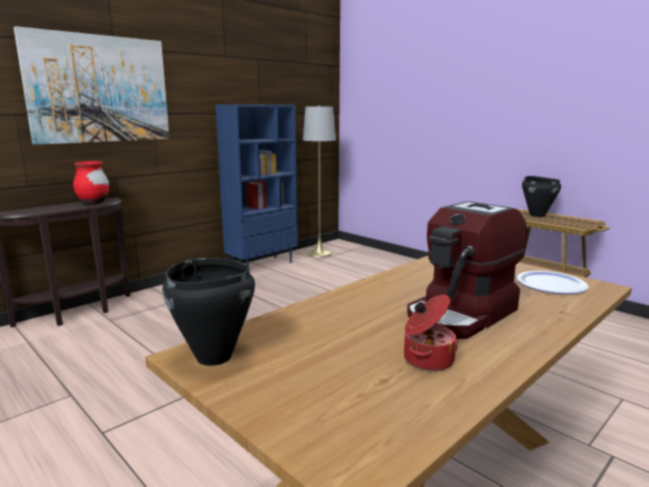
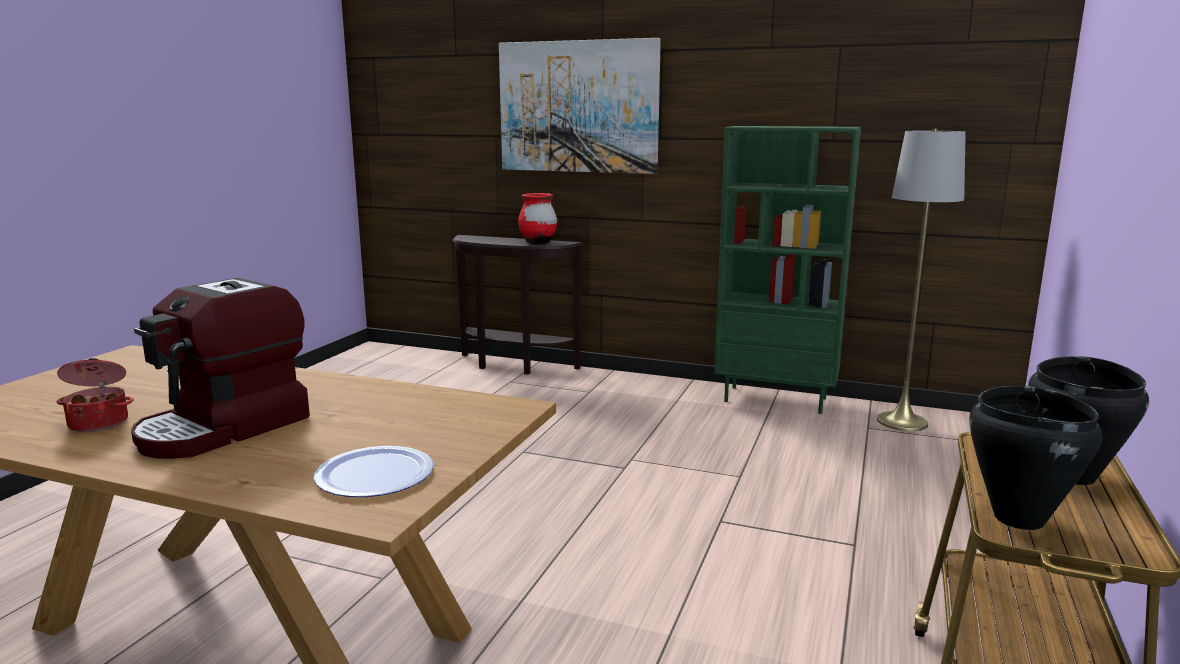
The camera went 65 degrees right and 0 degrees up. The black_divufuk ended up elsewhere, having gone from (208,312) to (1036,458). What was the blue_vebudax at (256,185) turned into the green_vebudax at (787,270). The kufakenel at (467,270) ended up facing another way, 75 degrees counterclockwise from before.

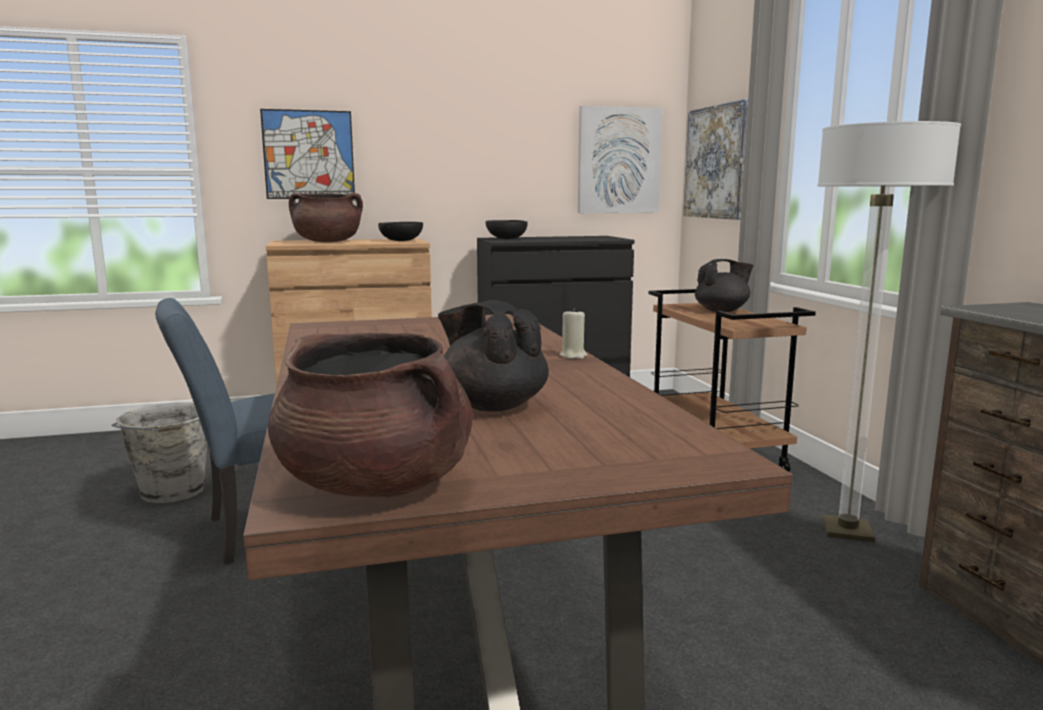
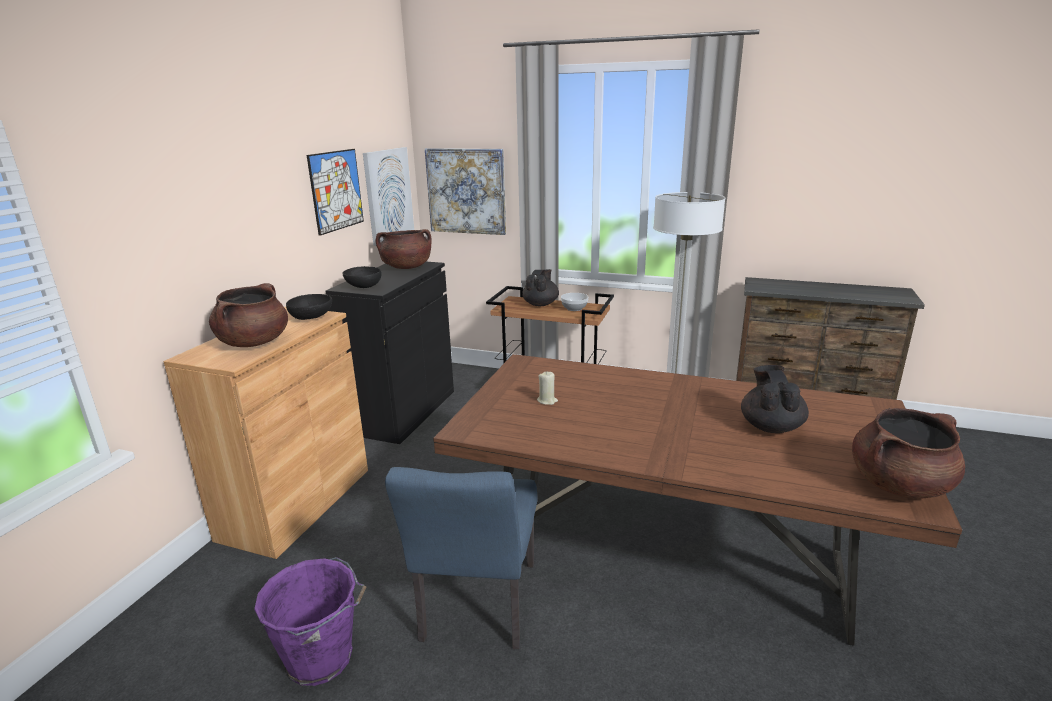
The camera went 55 degrees left and 10 degrees up. What was the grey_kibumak at (159,453) turned into the purple_kibumak at (310,621). The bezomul ended up elsewhere, having gone from (307,154) to (335,192). The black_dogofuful at (493,355) ended up facing another way, 105 degrees clockwise from before. The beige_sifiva ended up elsewhere, having gone from (573,333) to (547,388). The second view gained the brown_divufuk at (404,249). The second view gained the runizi at (574,302).

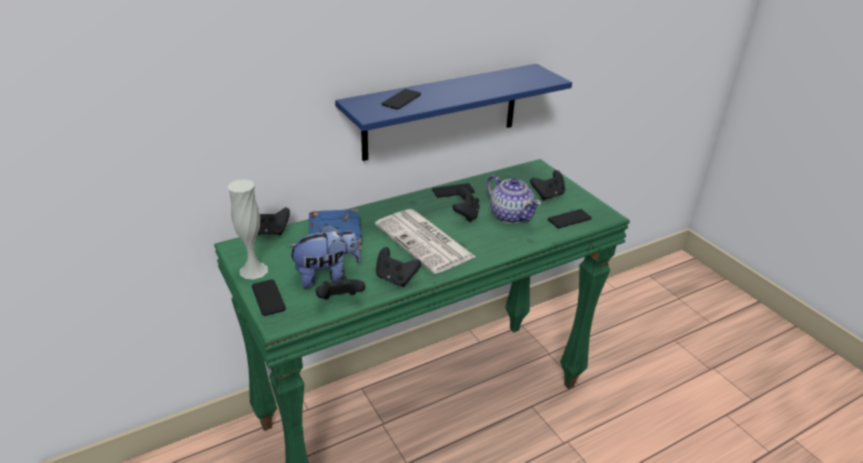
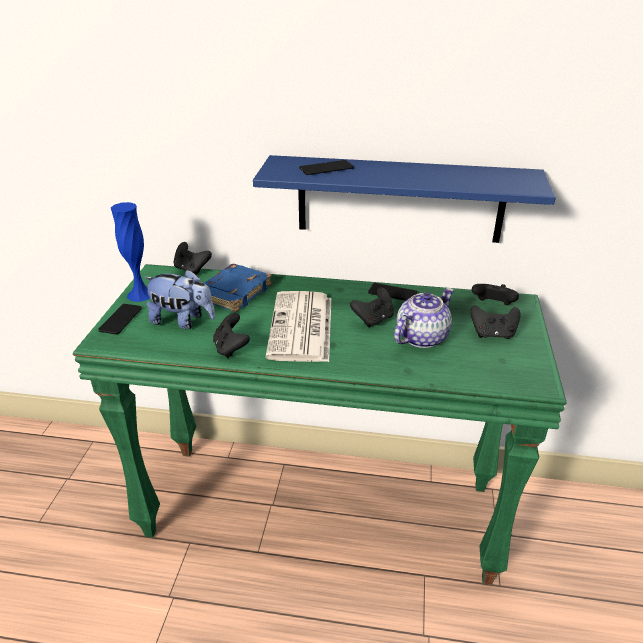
The camera went 40 degrees right and 0 degrees up. What was the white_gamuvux at (247,229) turned into the blue_gamuvux at (130,252). The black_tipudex ended up elsewhere, having gone from (340,287) to (495,294). The dogofuful at (514,199) ended up facing another way, 135 degrees counterclockwise from before. The second view lost the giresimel at (570,218).

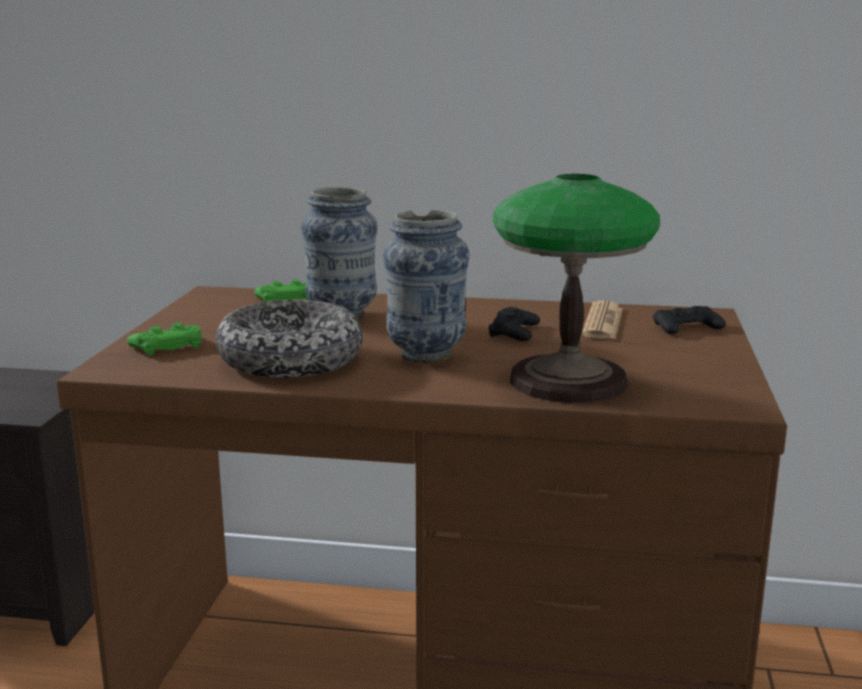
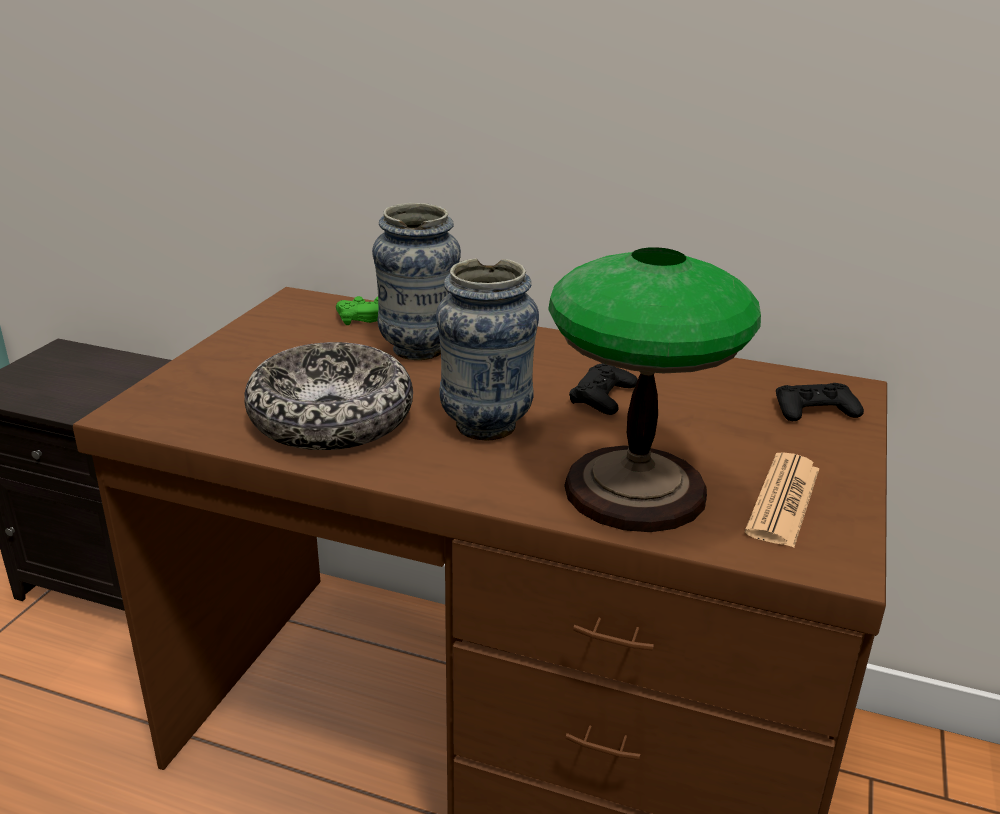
The camera went 10 degrees right and 10 degrees up. The second view lost the green_tipudex at (164,339). The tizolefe ended up elsewhere, having gone from (602,319) to (782,500).

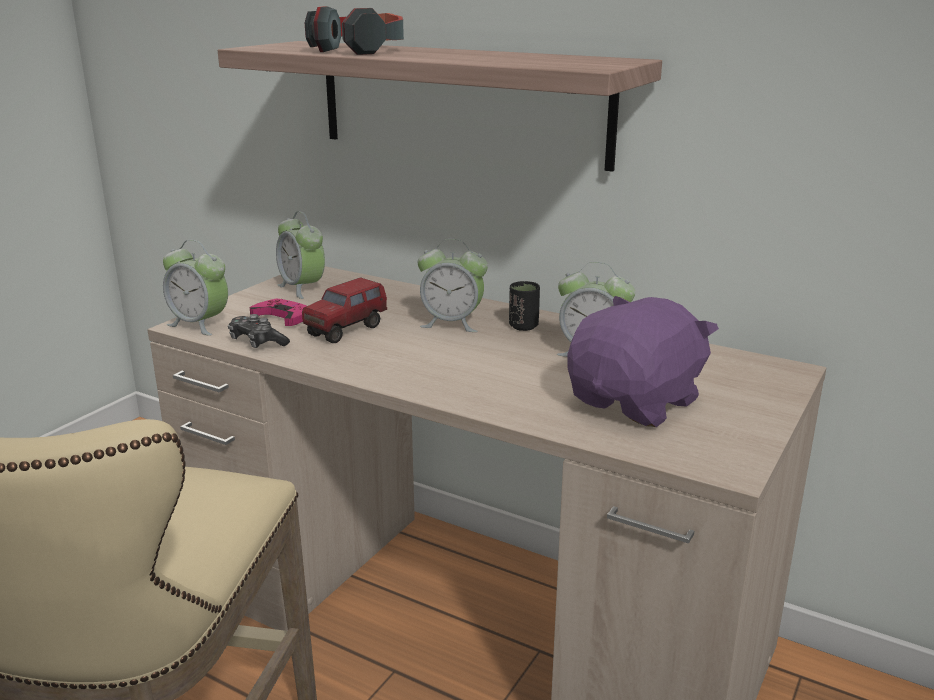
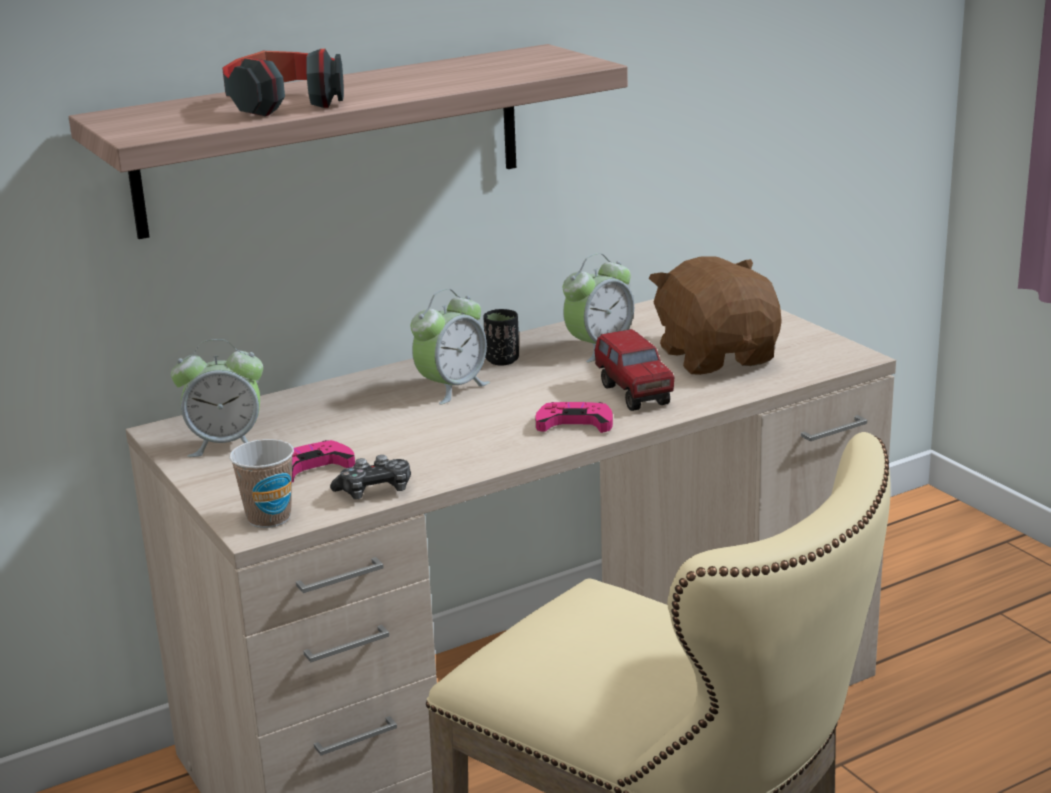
The camera went 60 degrees left and 0 degrees up. Where the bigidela stood at (195,288), the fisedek came to stand at (261,483). The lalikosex ended up elsewhere, having gone from (344,310) to (634,370). What was the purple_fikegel at (643,361) turned into the brown_fikegel at (715,315). The second view gained the pink_tipudex at (574,417).

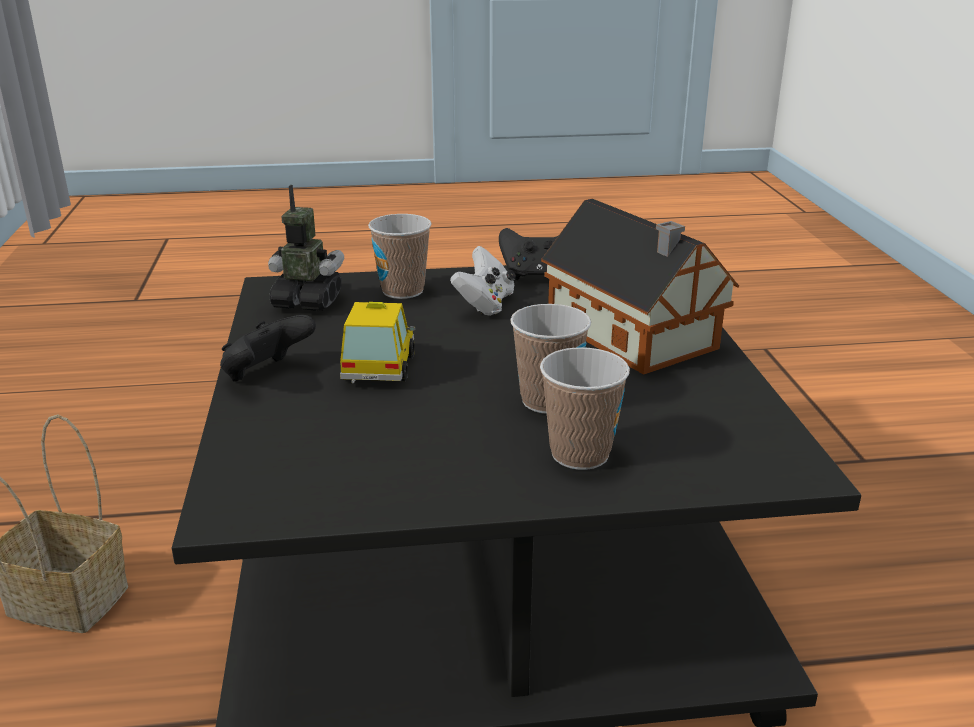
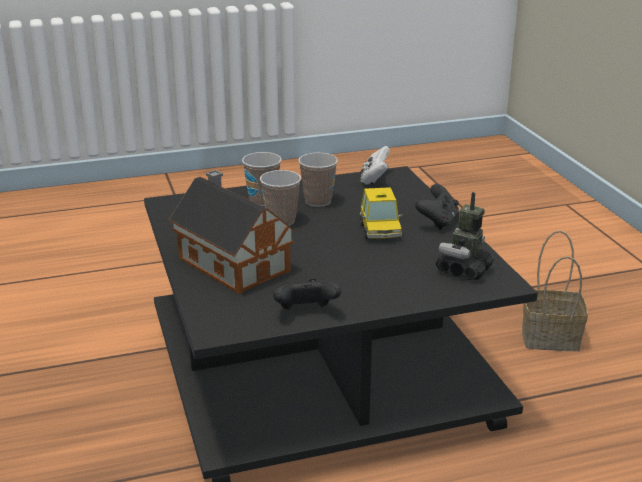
The camera went 170 degrees right and 0 degrees up. The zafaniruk at (306,248) ended up facing another way, 120 degrees clockwise from before. The fisedek ended up elsewhere, having gone from (400,256) to (318,180). The white_tipudex ended up elsewhere, having gone from (483,281) to (375,165).

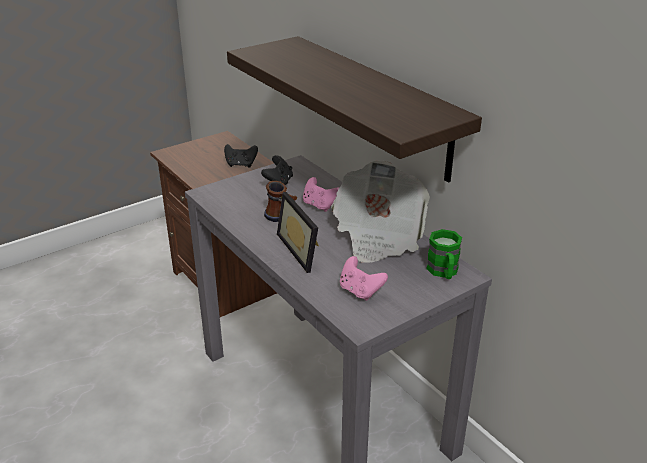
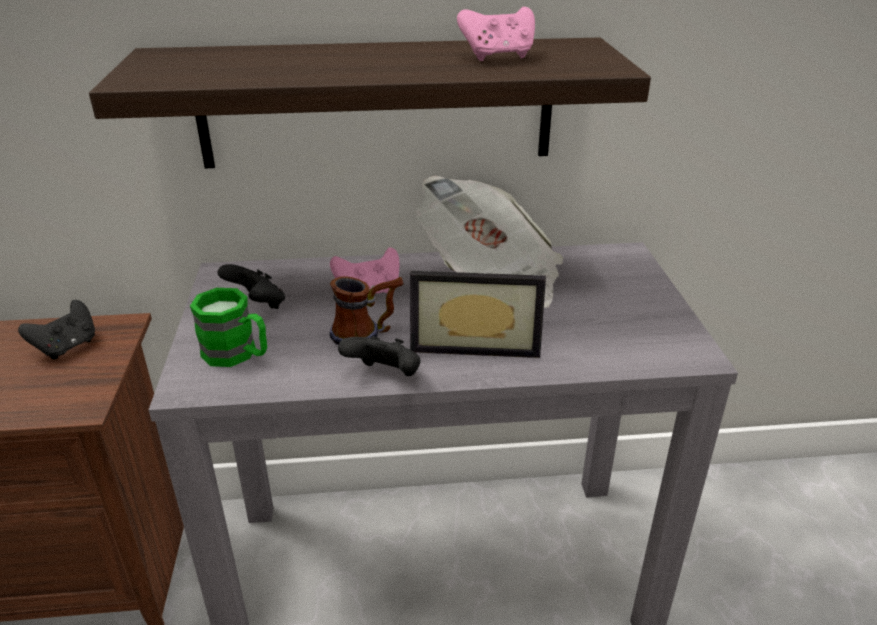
The camera went 60 degrees left and 0 degrees up. The pink_tipudex ended up elsewhere, having gone from (364,278) to (496,33). The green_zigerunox ended up elsewhere, having gone from (444,254) to (228,327). The second view gained the black_tipudex at (379,356).

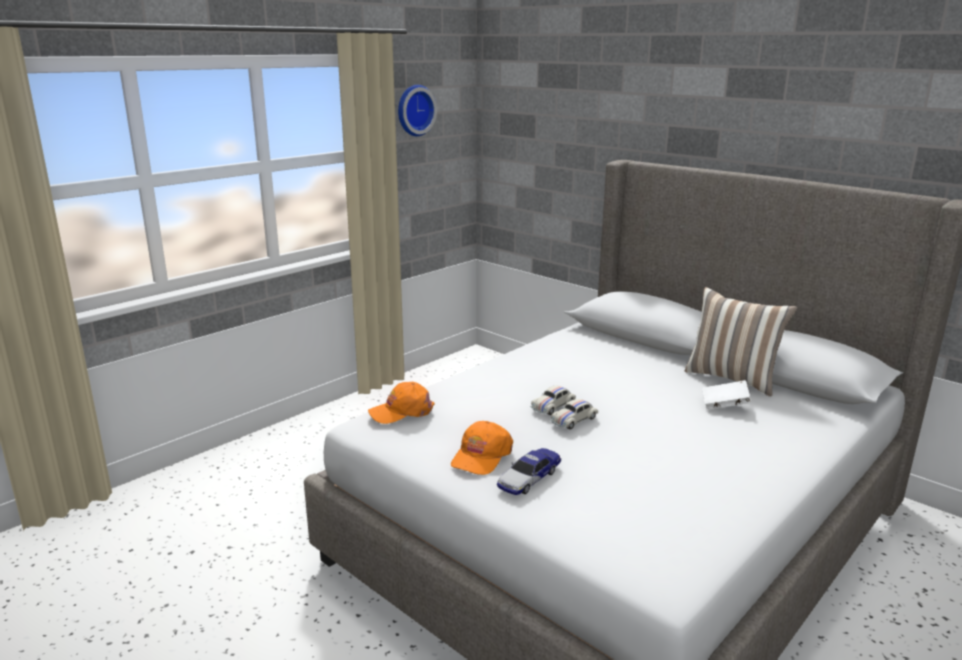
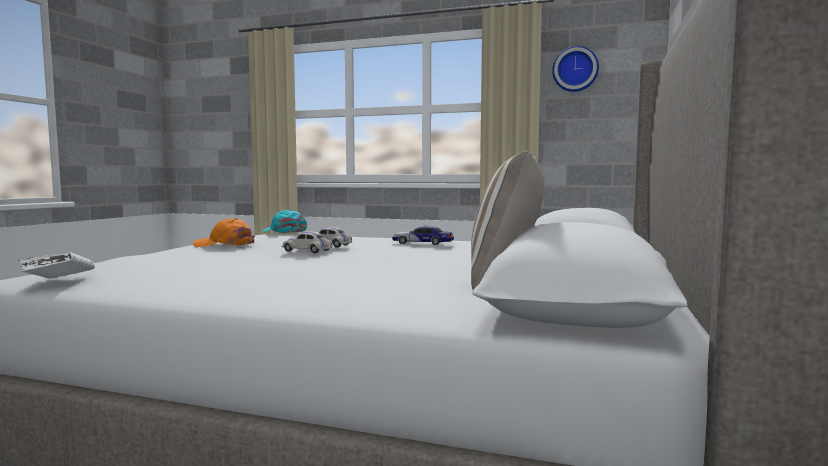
The camera went 65 degrees right and 15 degrees down. What was the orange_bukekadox at (401,403) turned into the turquoise_bukekadox at (284,221). The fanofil ended up elsewhere, having gone from (529,471) to (423,235). The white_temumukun ended up elsewhere, having gone from (726,395) to (56,265).

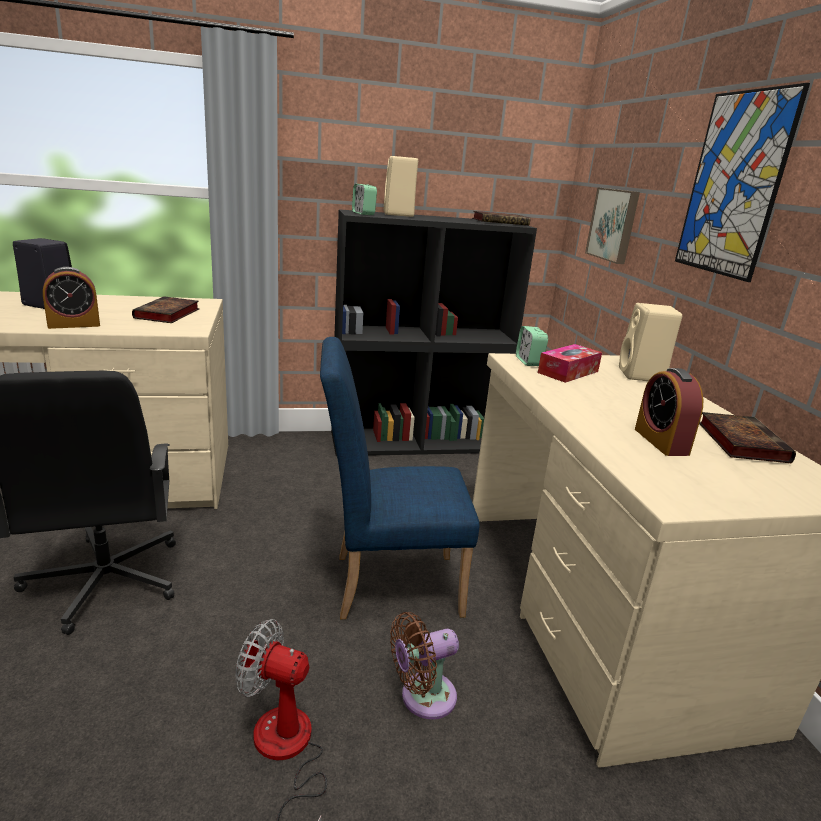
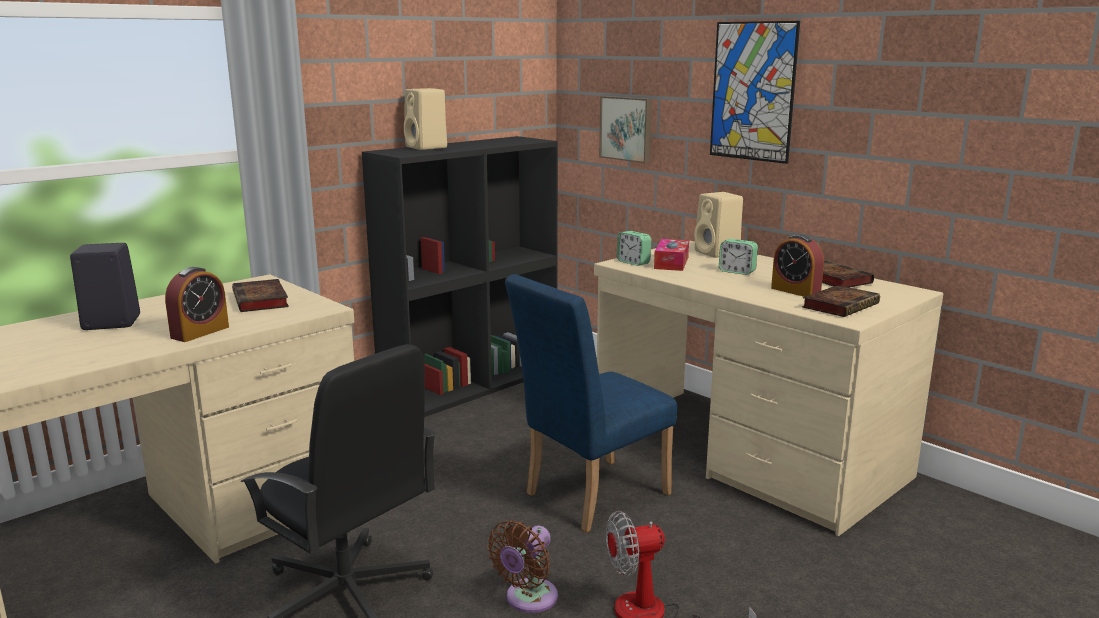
The camera went 30 degrees left and 5 degrees down. The bigidela ended up elsewhere, having gone from (364,199) to (738,257). The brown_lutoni ended up elsewhere, having gone from (424,665) to (522,566). The temumukun ended up elsewhere, having gone from (501,218) to (841,301).

